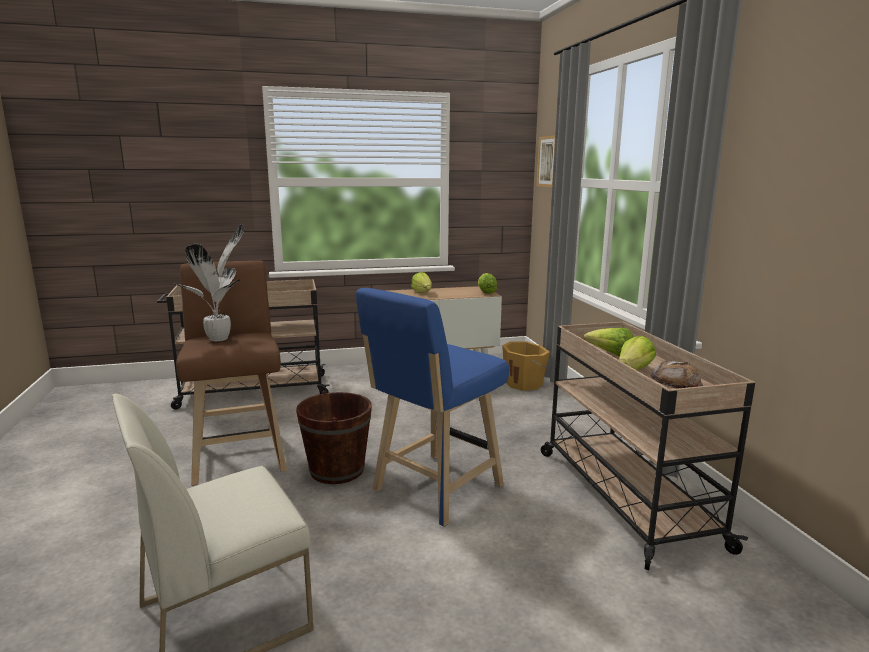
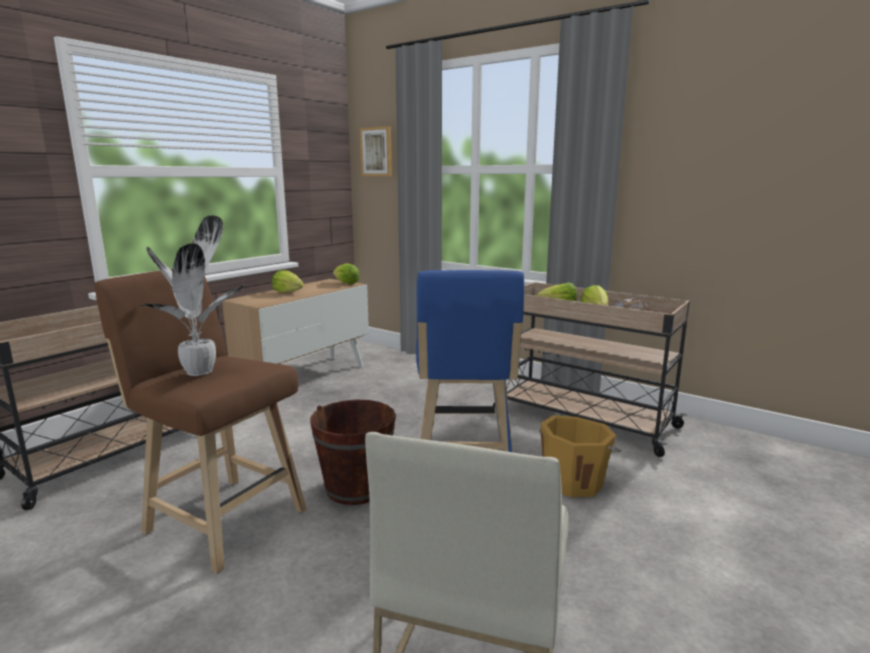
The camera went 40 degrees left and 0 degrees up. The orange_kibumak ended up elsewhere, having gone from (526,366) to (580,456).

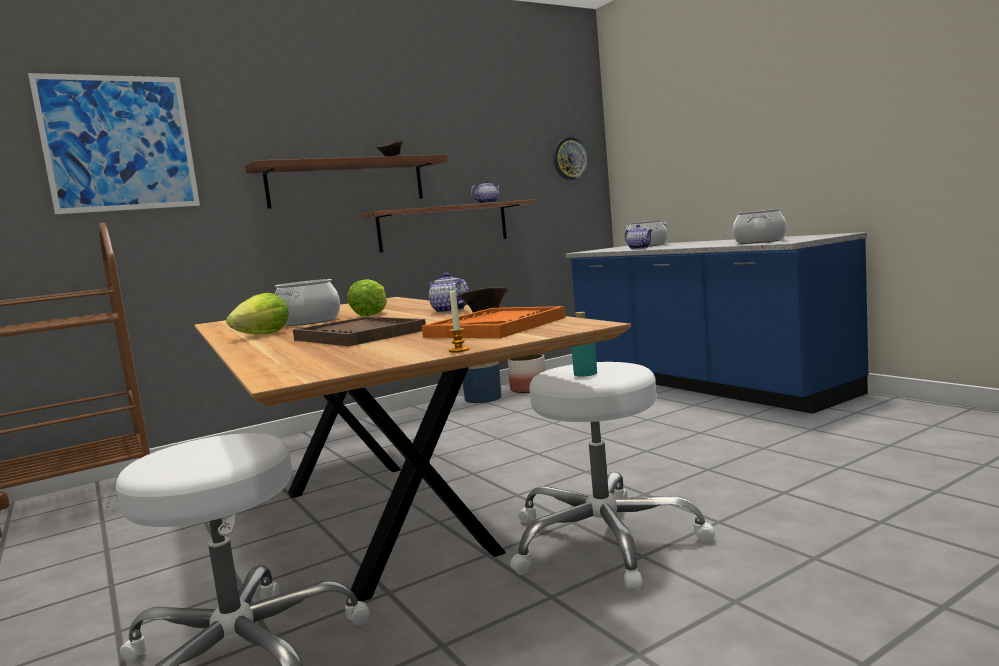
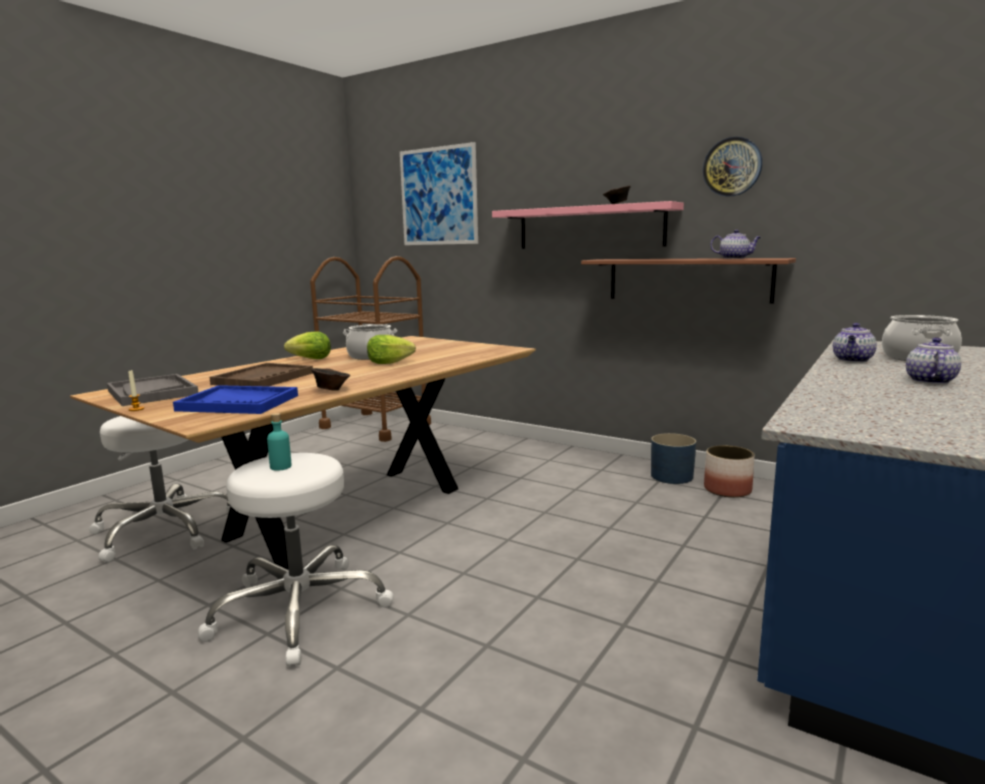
The camera went 65 degrees right and 5 degrees up. What was the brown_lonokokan at (346,182) turned into the pink_lonokokan at (588,225). What was the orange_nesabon at (494,322) turned into the blue_nesabon at (235,399). The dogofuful ended up elsewhere, having gone from (448,292) to (933,360). The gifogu ended up elsewhere, having gone from (570,158) to (732,167). The second view lost the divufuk at (760,226). The second view gained the grey_nesabon at (153,390).

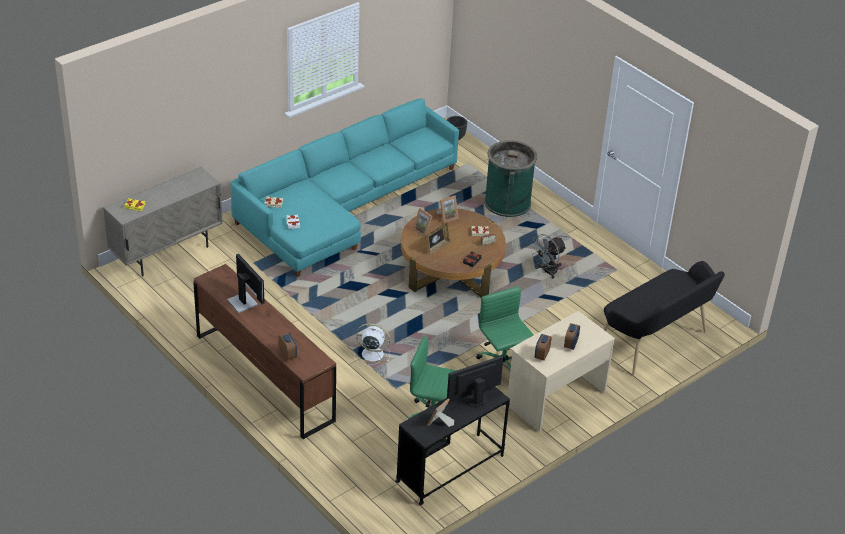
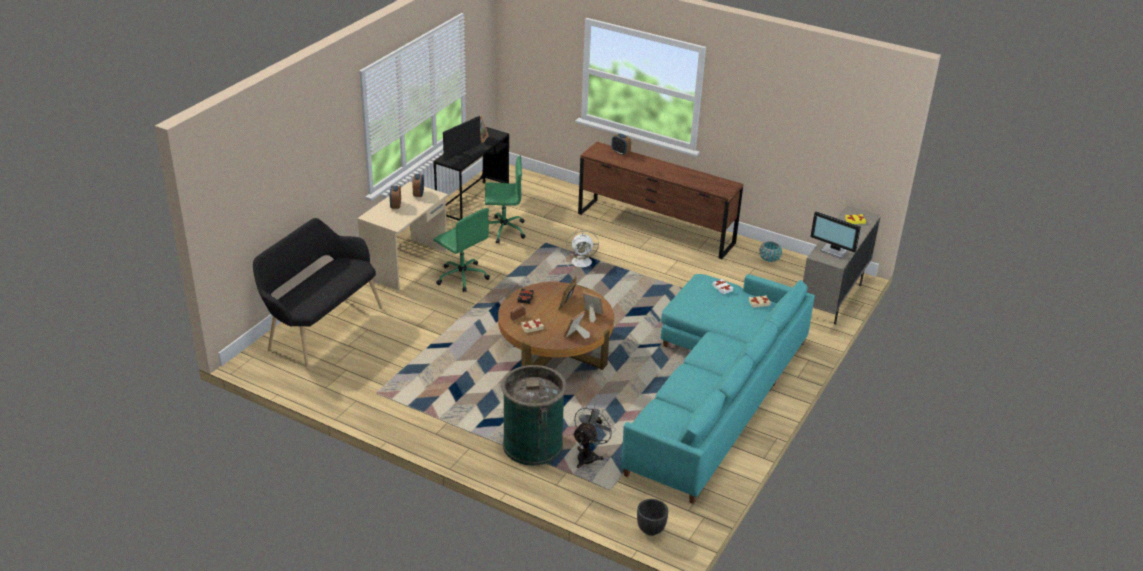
The camera went 160 degrees right and 5 degrees down. The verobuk ended up elsewhere, having gone from (245,283) to (835,235). The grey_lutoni ended up elsewhere, having gone from (548,256) to (594,436). The second view gained the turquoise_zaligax at (770,251).

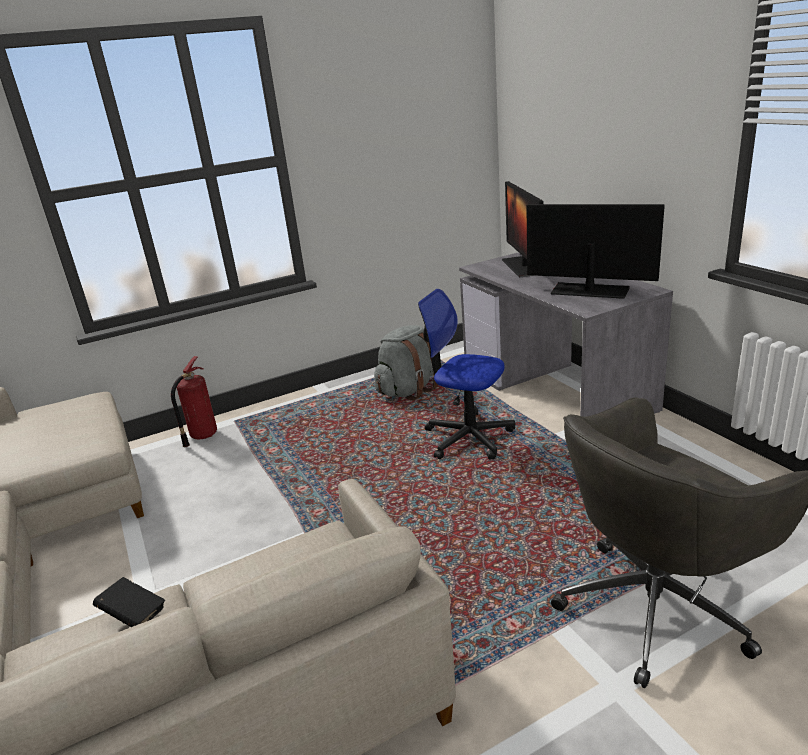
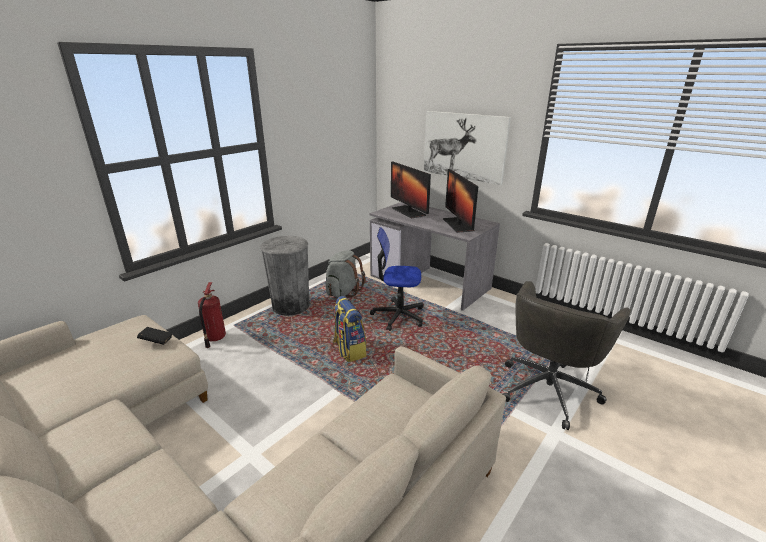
The camera went 25 degrees left and 0 degrees up. The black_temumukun ended up elsewhere, having gone from (129,602) to (155,336). The verobuk at (595,251) ended up facing another way, 105 degrees counterclockwise from before. The second view gained the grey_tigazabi at (285,276). The second view gained the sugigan at (349,329). The second view gained the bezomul at (467,148).

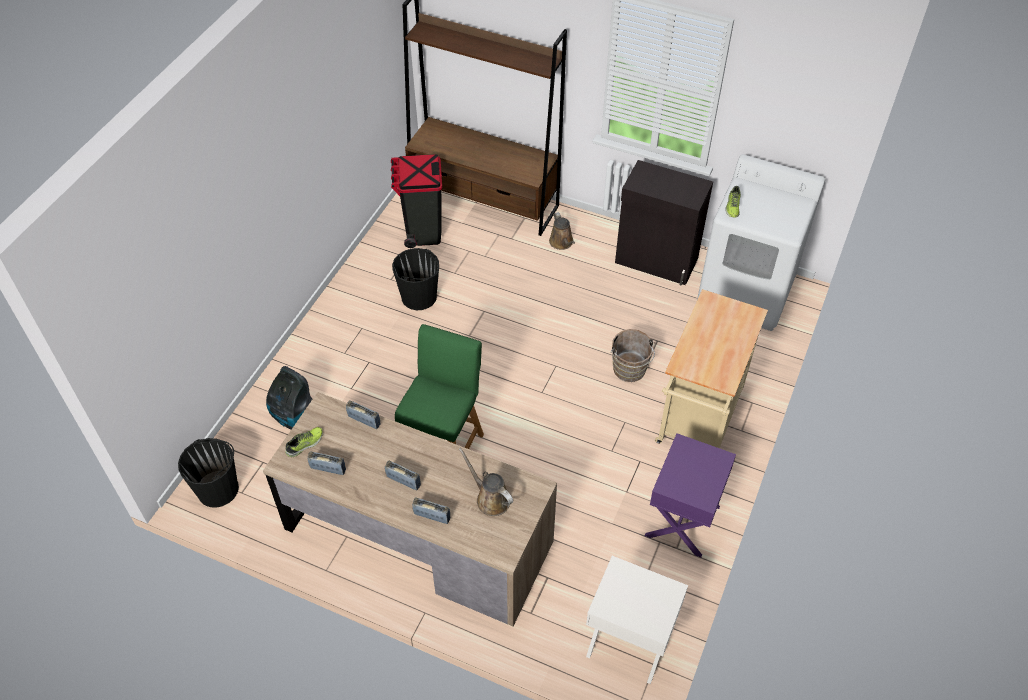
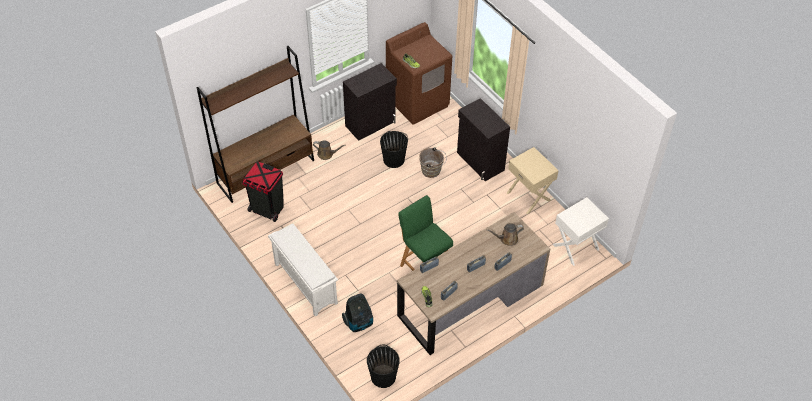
The camera went 60 degrees left and 0 degrees up. The black_kibumak ended up elsewhere, having gone from (415,279) to (394,149). What was the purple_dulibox at (690,495) turned into the beige_dulibox at (533,180). Where the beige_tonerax stood at (711,368), the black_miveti came to stand at (483,139). What was the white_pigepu at (761,242) turned into the brown_pigepu at (419,73). The second view gained the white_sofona at (303,270).

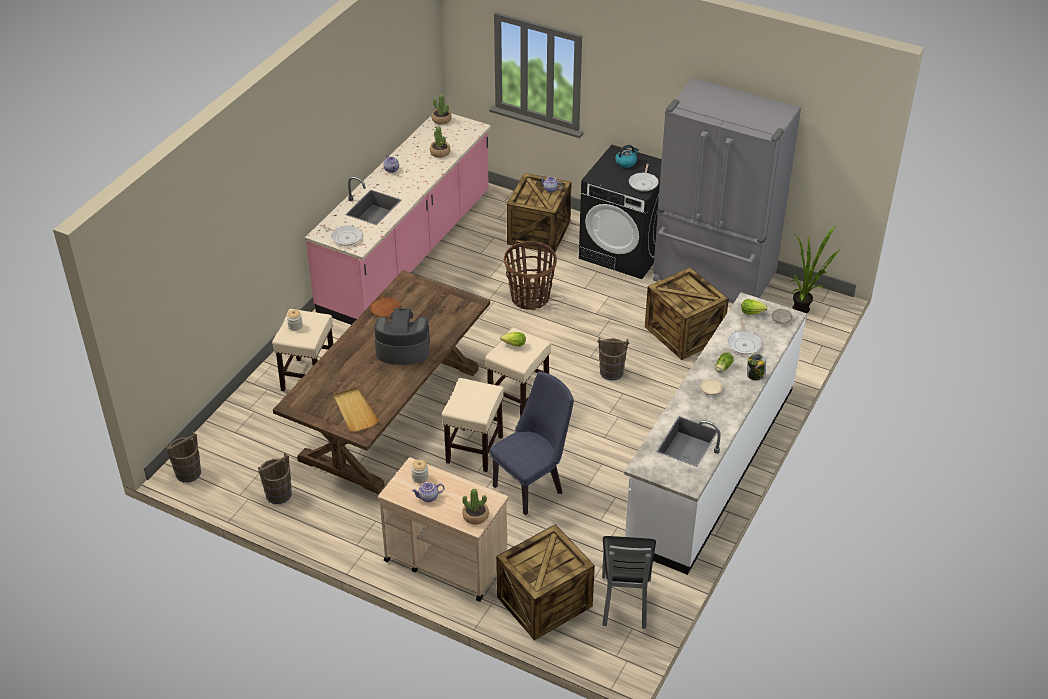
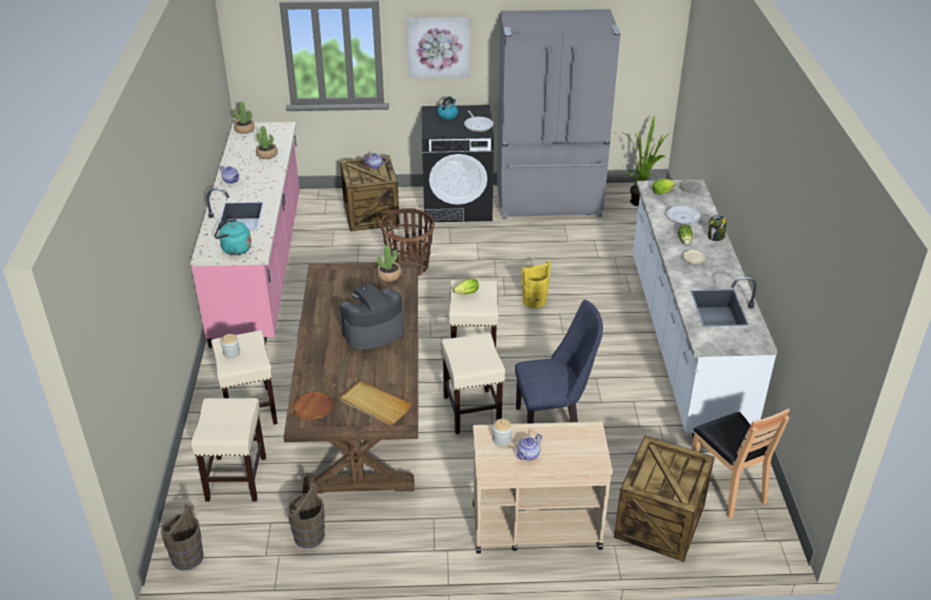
The camera went 30 degrees left and 5 degrees down. Where the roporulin stood at (341,235), the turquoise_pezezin came to stand at (232,237). The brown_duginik ended up elsewhere, having gone from (385,307) to (313,406). The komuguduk ended up elsewhere, having gone from (475,507) to (389,263). The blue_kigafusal at (532,443) ended up facing another way, 60 degrees clockwise from before. What was the brown_kibumak at (613,359) turned into the yellow_kibumak at (536,284). What was the grey_kigafusal at (629,582) turned into the brown_kigafusal at (741,463). The second view lost the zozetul at (687,313). The second view gained the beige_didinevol at (228,449). The second view gained the bezomul at (438,47).

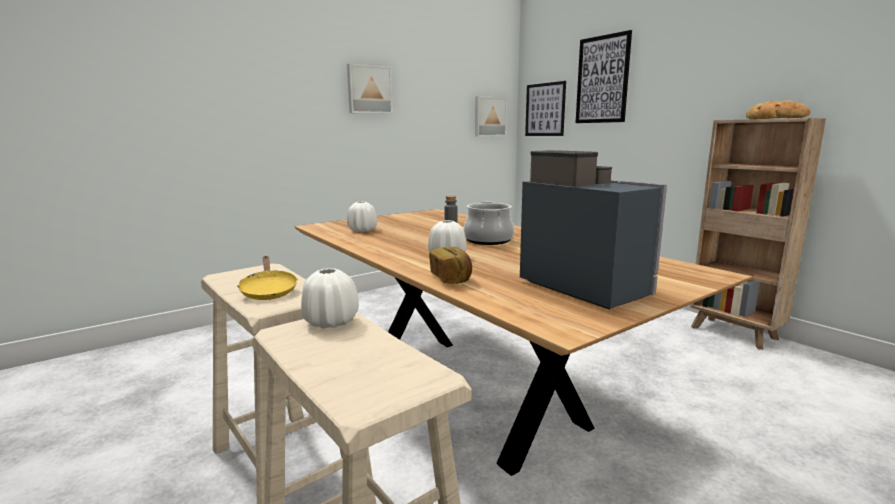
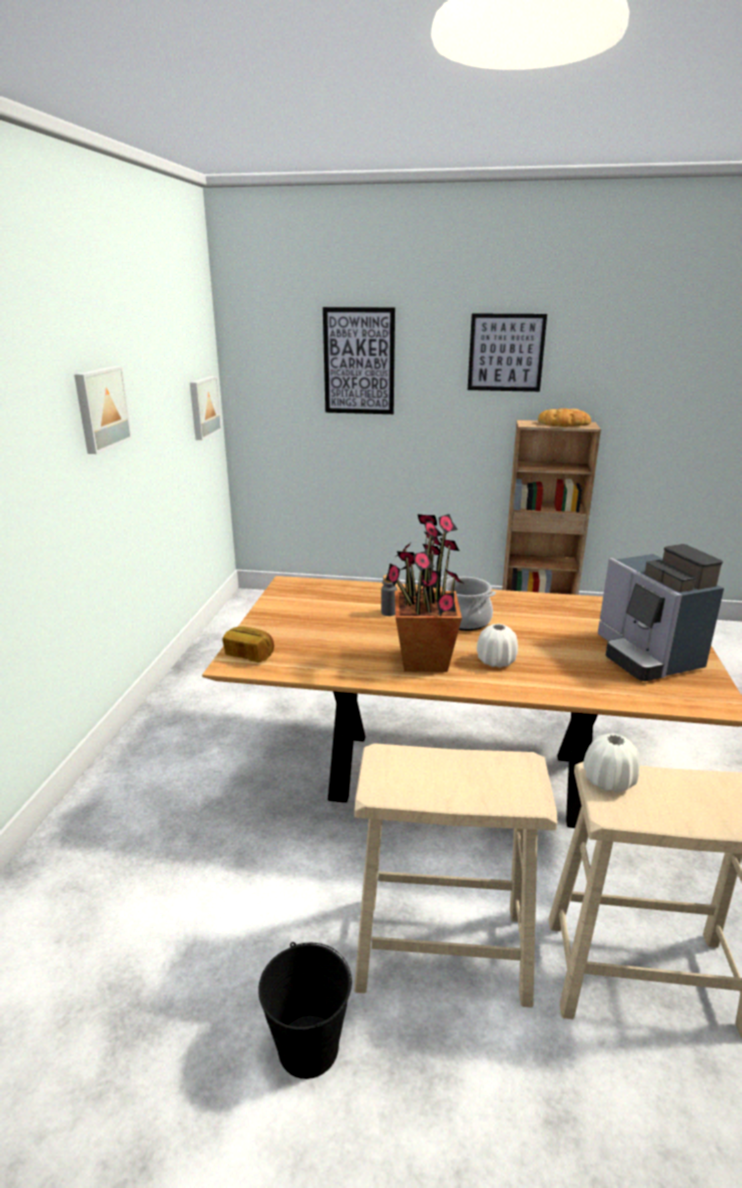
The camera went 45 degrees left and 10 degrees up. The second view lost the yellow_roporulin at (267,278). The second view lost the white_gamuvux at (362,217). The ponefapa ended up elsewhere, having gone from (450,265) to (248,644). The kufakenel at (593,229) ended up facing another way, 120 degrees counterclockwise from before. The bezomul ended up elsewhere, having gone from (545,108) to (507,352). The second view gained the black_kibumak at (305,1010). The second view gained the komuguduk at (424,593).

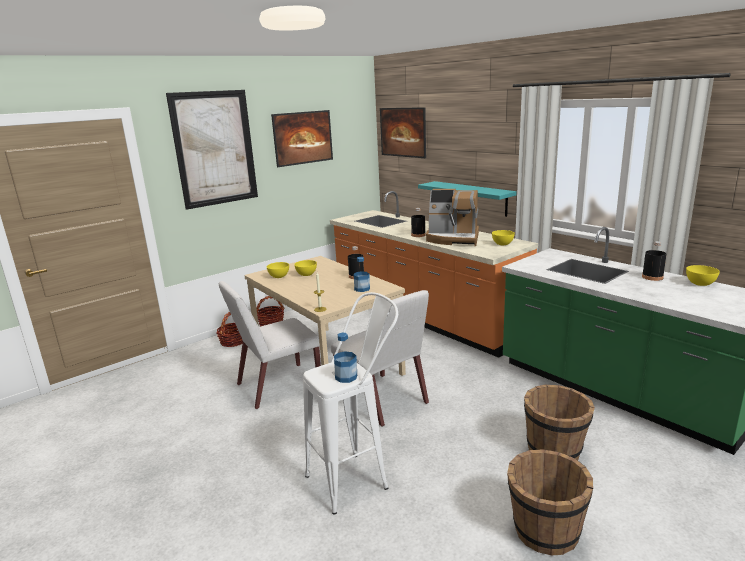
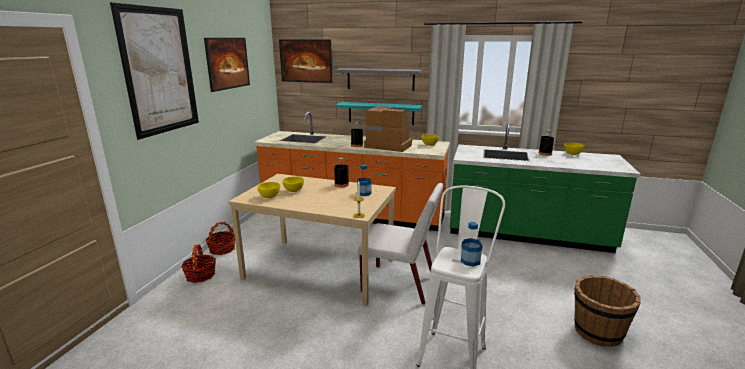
The camera went 35 degrees left and 0 degrees up. The second view lost the white_kigafusal at (270,345). The kufakenel at (452,217) ended up facing another way, 135 degrees counterclockwise from before. The second view lost the brown_kibumak at (559,422). The second view gained the grey_lonokokan at (378,79).

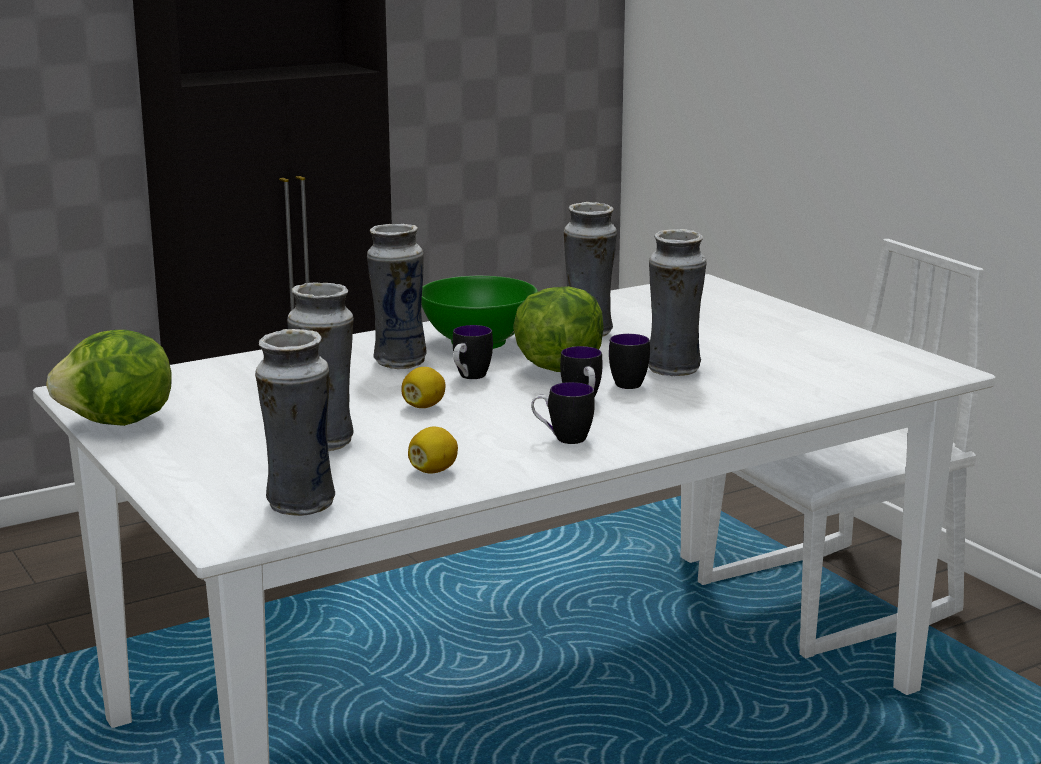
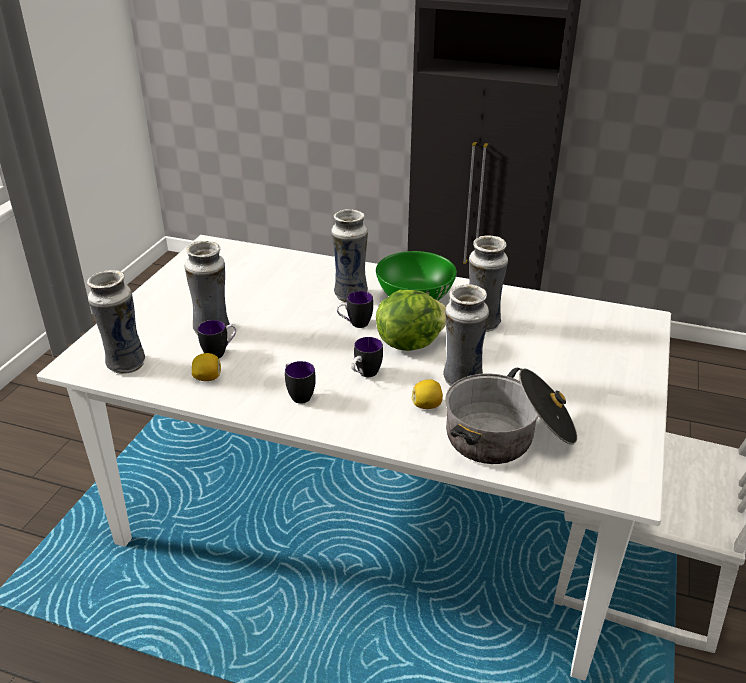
The camera went 50 degrees right and 15 degrees up. The second view lost the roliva at (109,378). The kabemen ended up elsewhere, having gone from (423,387) to (427,394). The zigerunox ended up elsewhere, having gone from (629,361) to (217,339). The second view gained the divufuk at (511,416).

